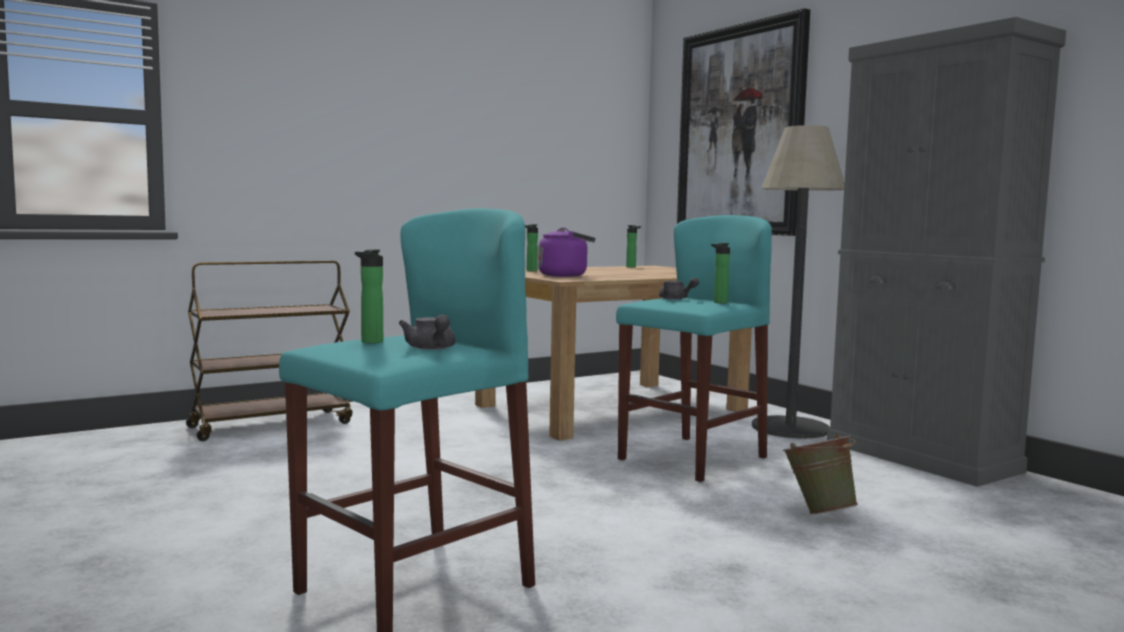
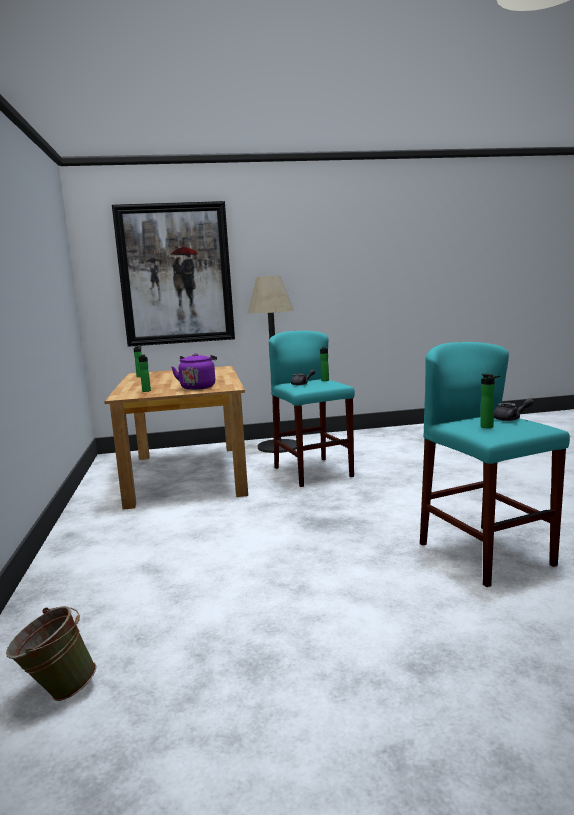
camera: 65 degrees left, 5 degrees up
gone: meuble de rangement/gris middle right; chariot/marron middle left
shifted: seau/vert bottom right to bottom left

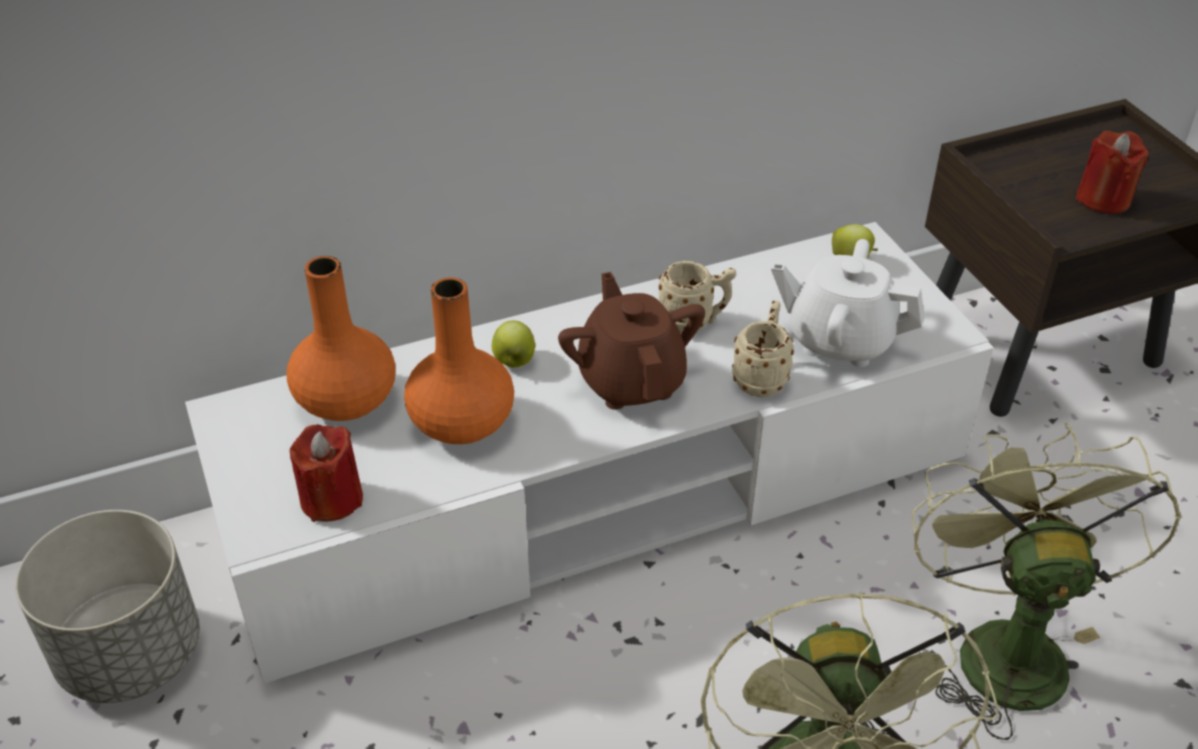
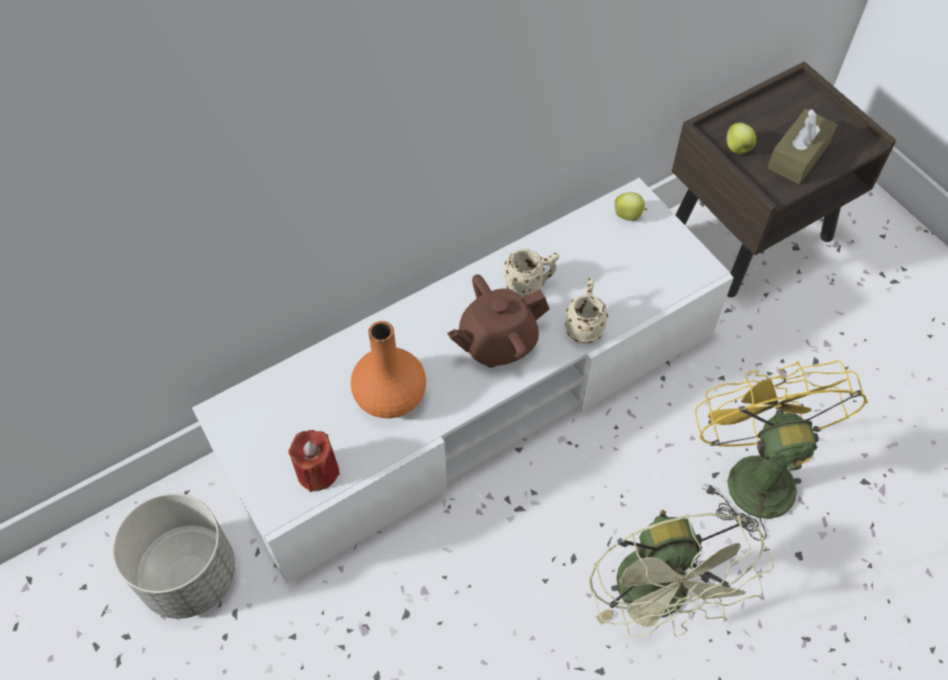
camera: 10 degrees left, 15 degrees up
gone: théière/blanc middle right; vase/orange (no. 1 from left) middle left
shifted: pomme (no. 1 from left in the first image) centre to pomme (no. 2 from left) top right
swapped: bougie/rouge (no. 2 from left) top right to boîte à mouchoirs/marron top right
repainted: ventilateur/vert (no. 2 from left) bottom right to ventilateur/jaune middle right
rotated: théière/marron centre = centre 90 degrees counterclockwise

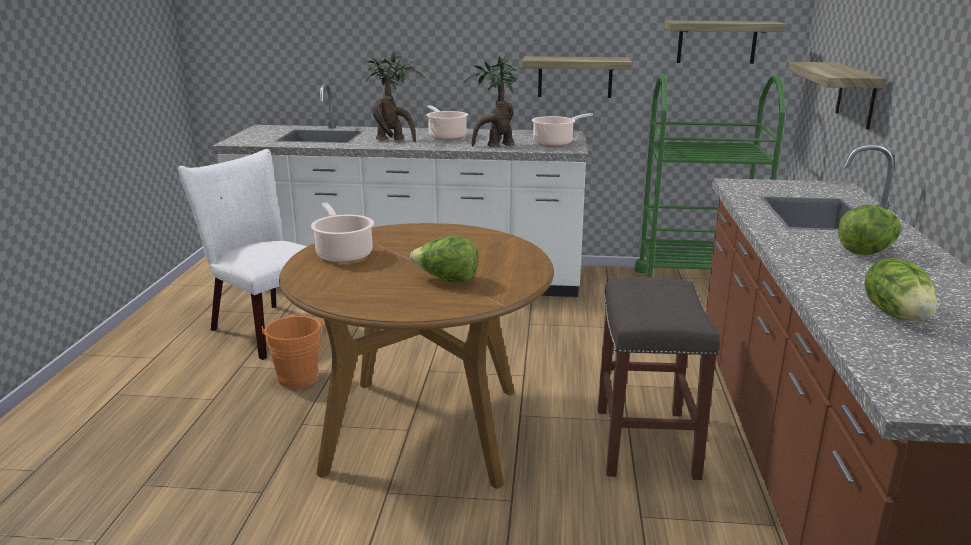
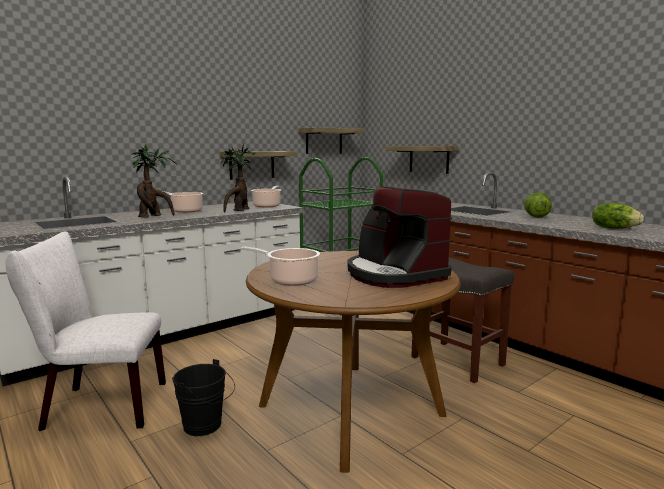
camera: 45 degrees left, 10 degrees down
swapped: laitue (no. 1 from left) centre to machine à café centre
repainted: seau/orange middle left to seau/noir bottom left

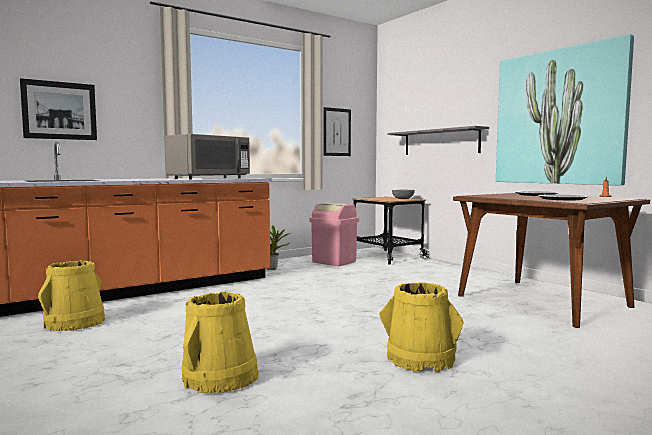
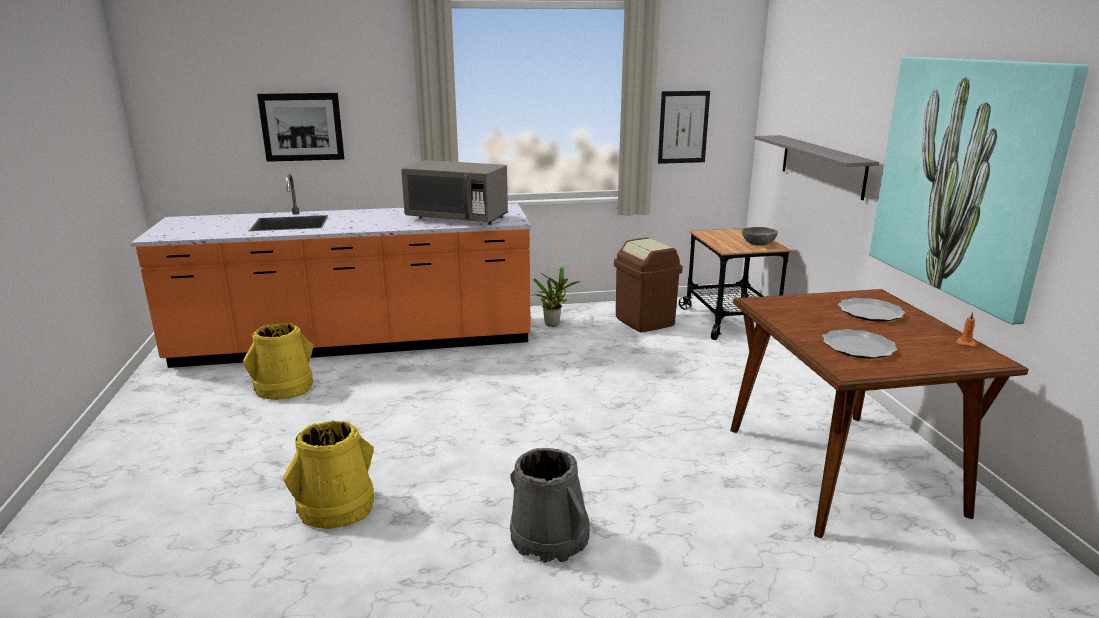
camera: 25 degrees right, 15 degrees up
repainted: poubelle/rose centre to poubelle/marron centre; seau/jaune (no. 3 from left) bottom centre to seau/gris bottom centre
rotated: micro-ondes/gris middle left = top centre 45 degrees clockwise

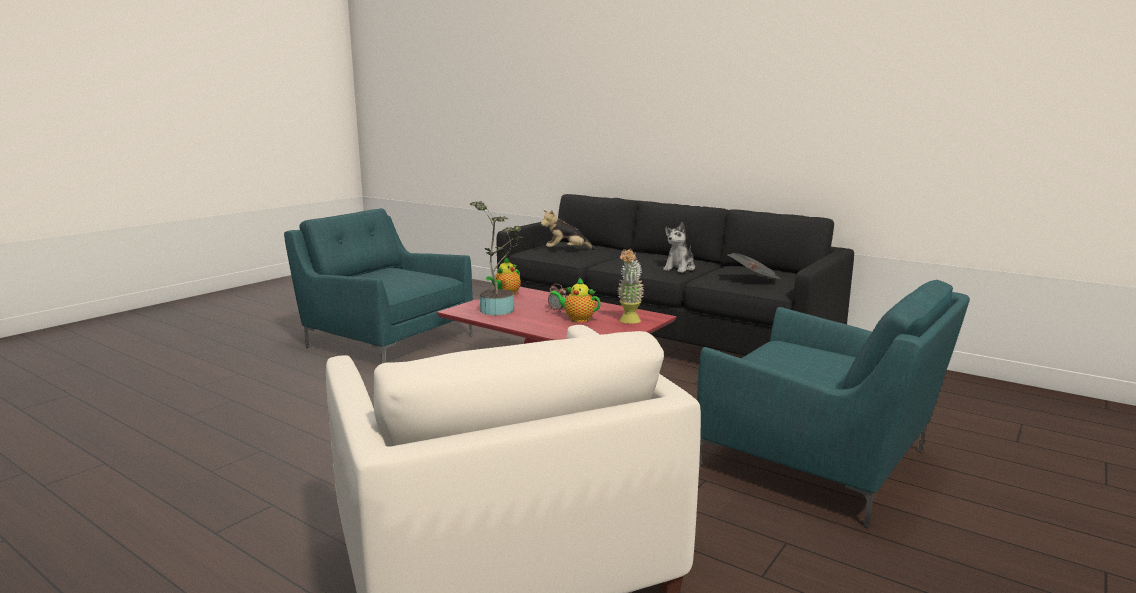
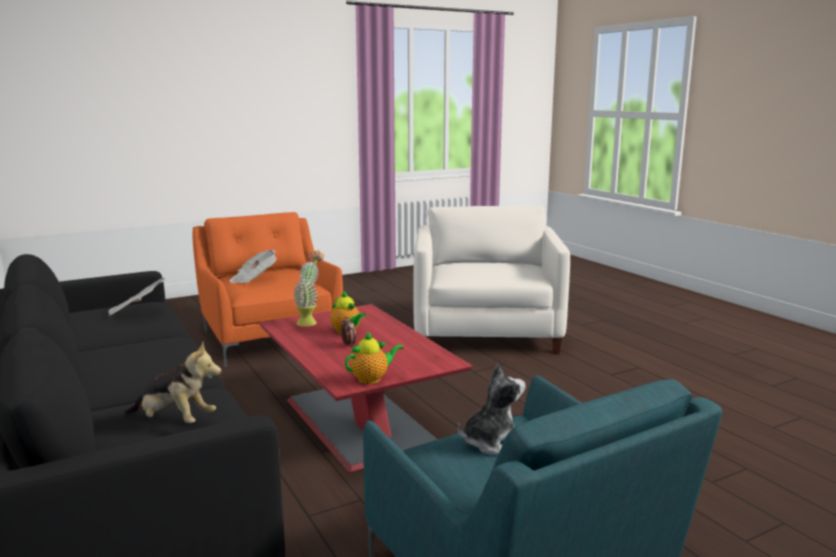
camera: 155 degrees left, 0 degrees up
gone: plante en pot (no. 1 from left) centre
new: journal (no. 2 from left) middle left
shifted: peluche (no. 2 from left) centre to bottom centre
repainted: fauteuil/turquoise (no. 2 from left) bottom right to fauteuil/orange middle left

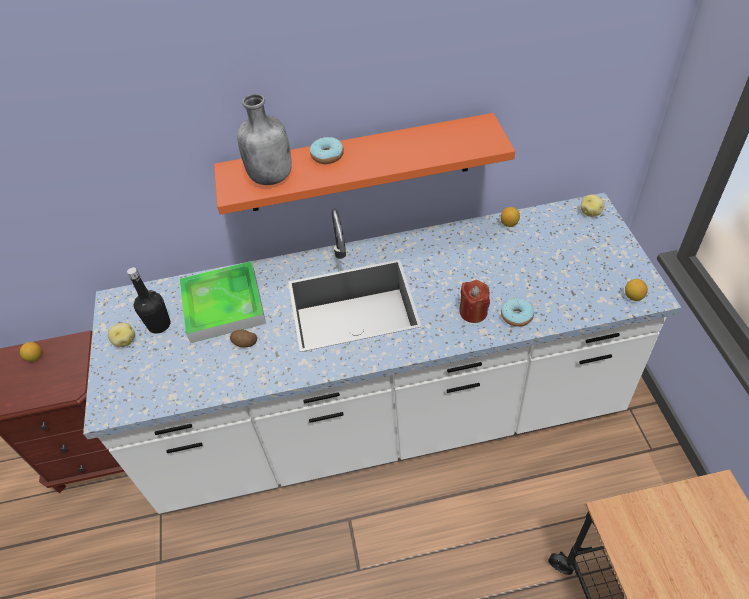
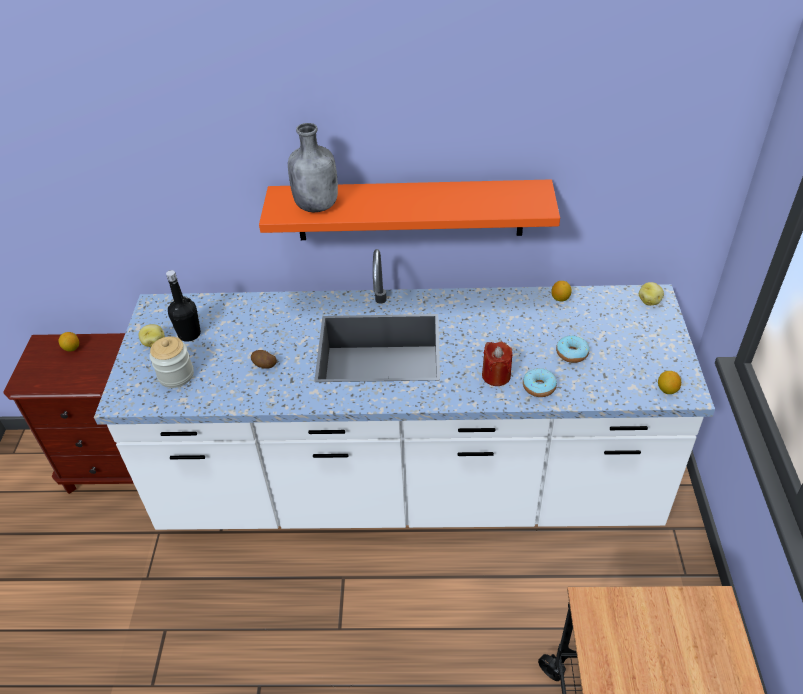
camera: 10 degrees right, 5 degrees down
gone: plateau middle left
new: bocal middle left
shifted: beignet (no. 1 from left in the first image) top centre to beignet (no. 2 from left) middle right

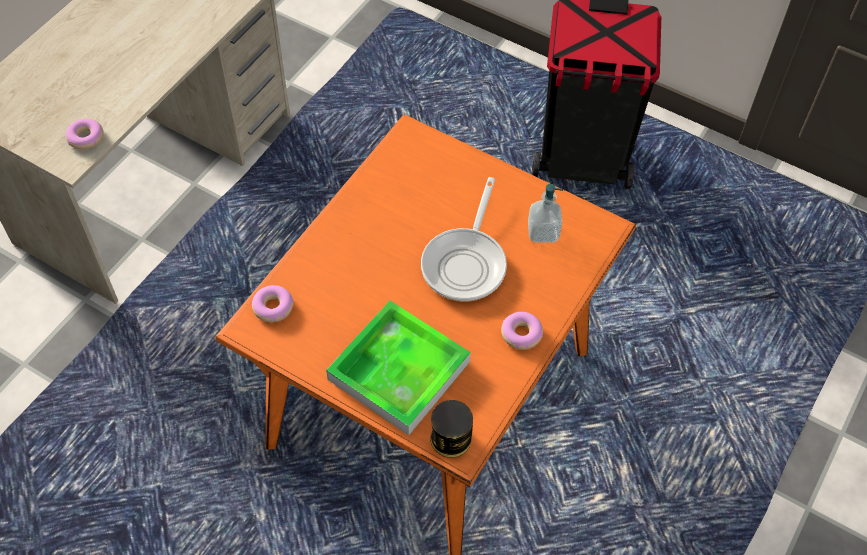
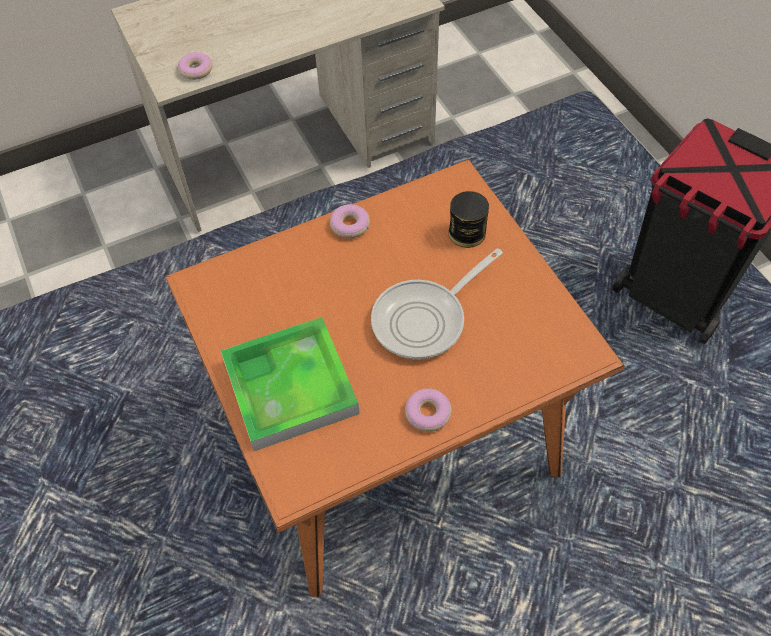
camera: 35 degrees right, 0 degrees up
gone: distributeur de savon centre
shifted: beignet (no. 2 from left) middle left to centre; boîte métallique bottom centre to centre

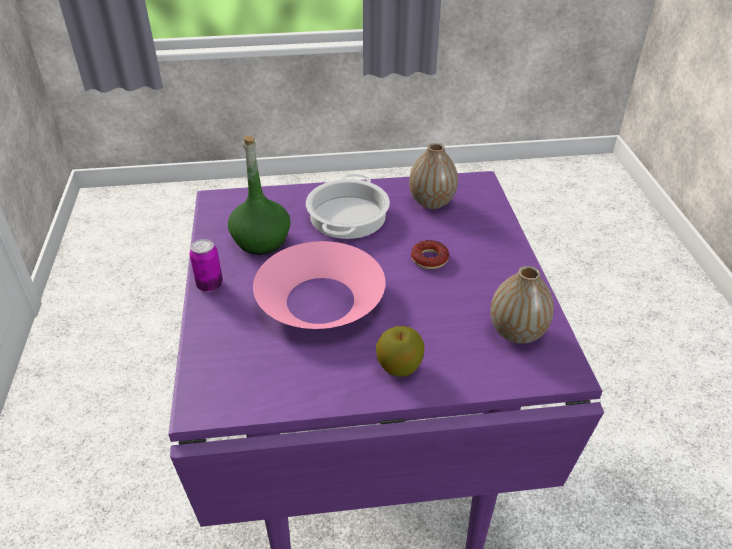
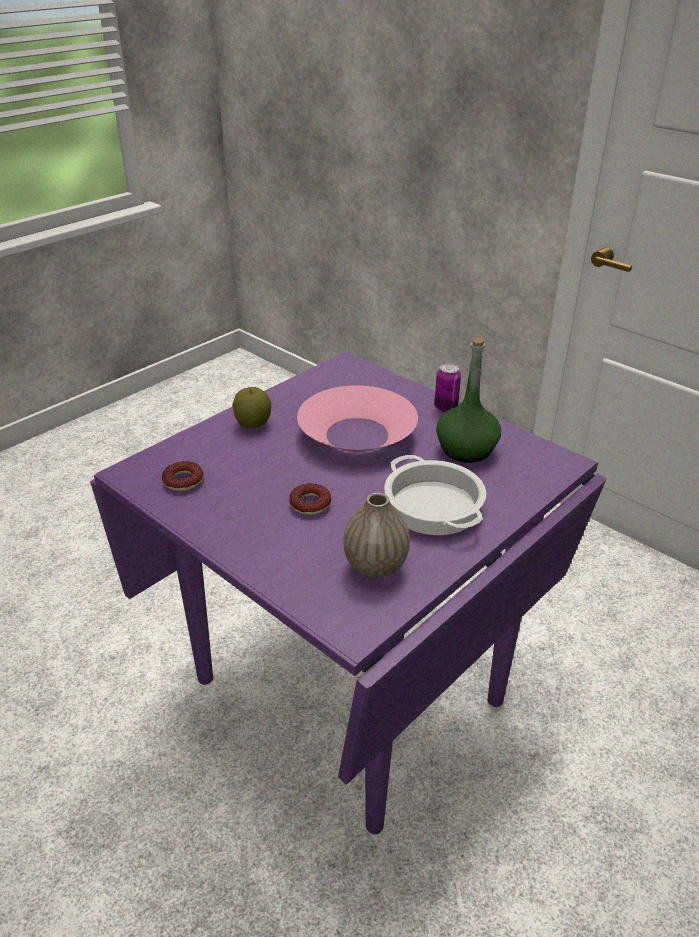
camera: 140 degrees right, 5 degrees down
swapped: vase (no. 2 from left) middle right to beignet (no. 1 from left) middle left

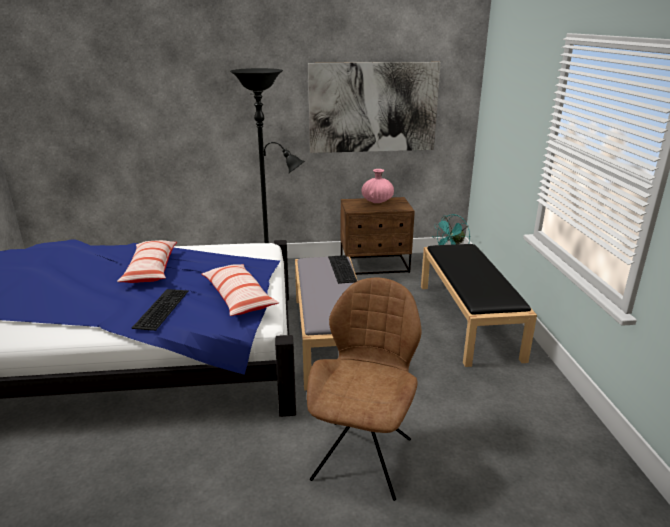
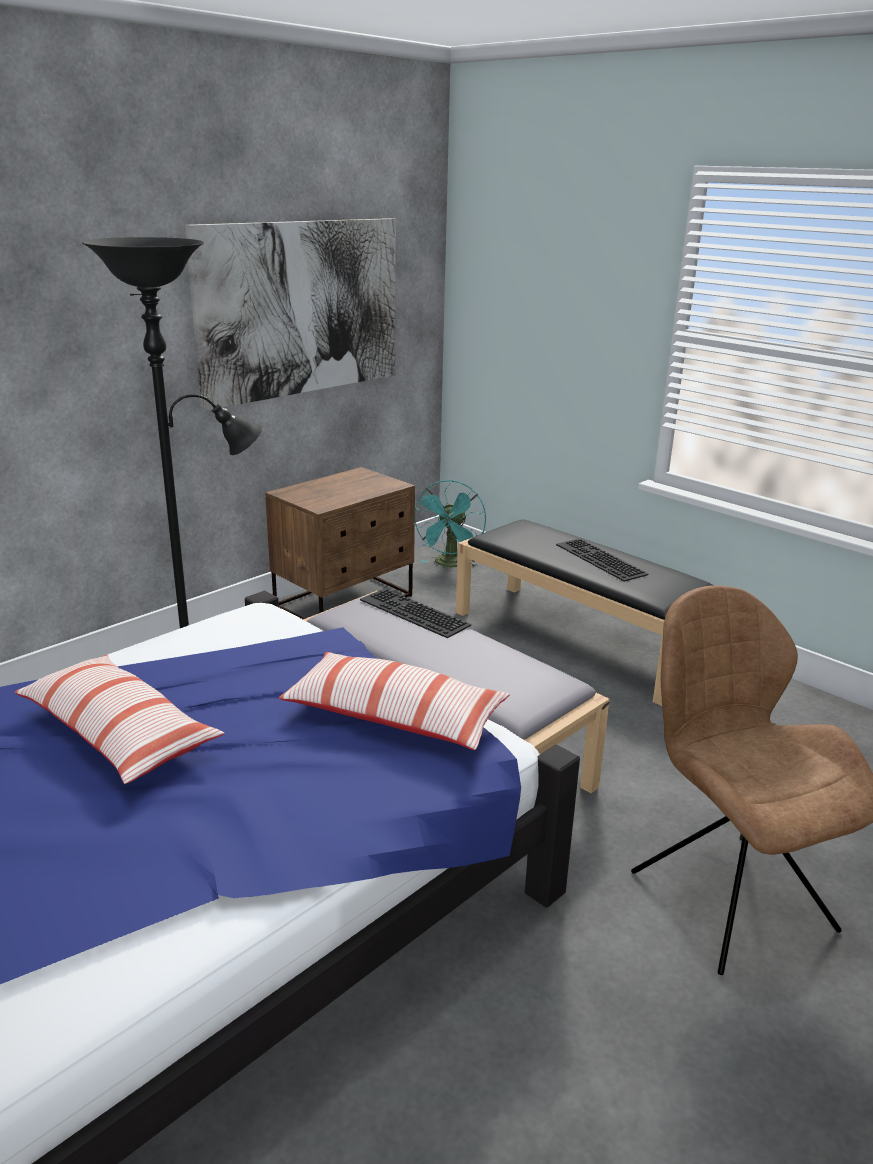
camera: 40 degrees left, 0 degrees up
gone: vase/rose centre
shifted: clavier (no. 1 from left in the first image) middle left to clavier (no. 2 from left) middle right

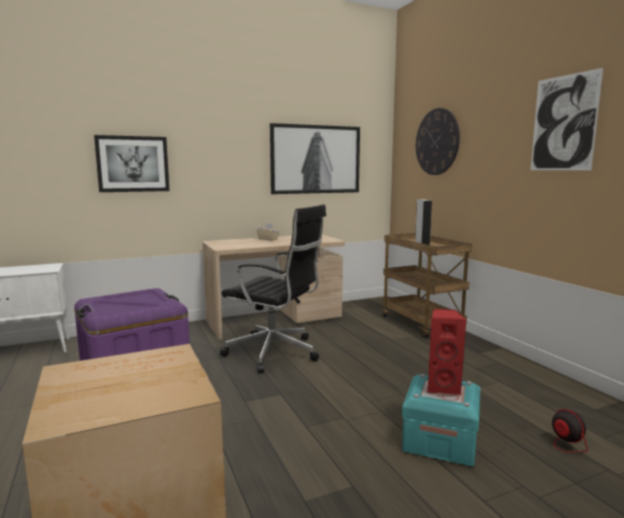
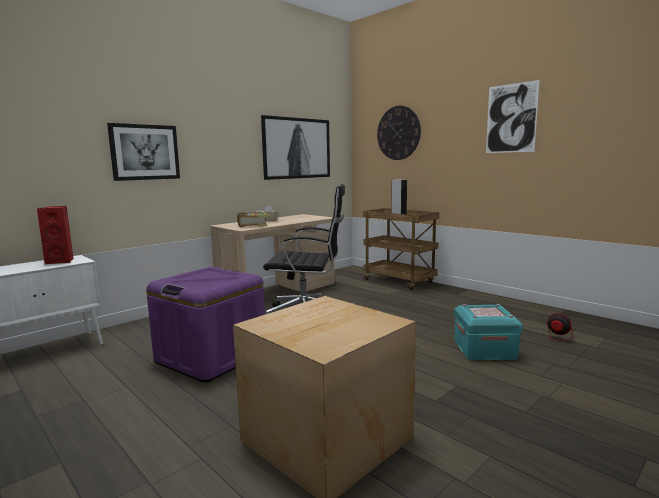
camera: 20 degrees left, 0 degrees up
new: livre centre
shifted: enceinte/rouge bottom right to middle left

